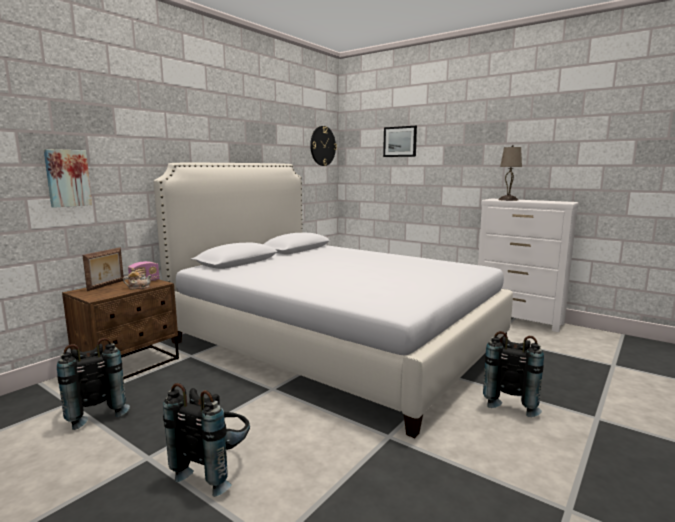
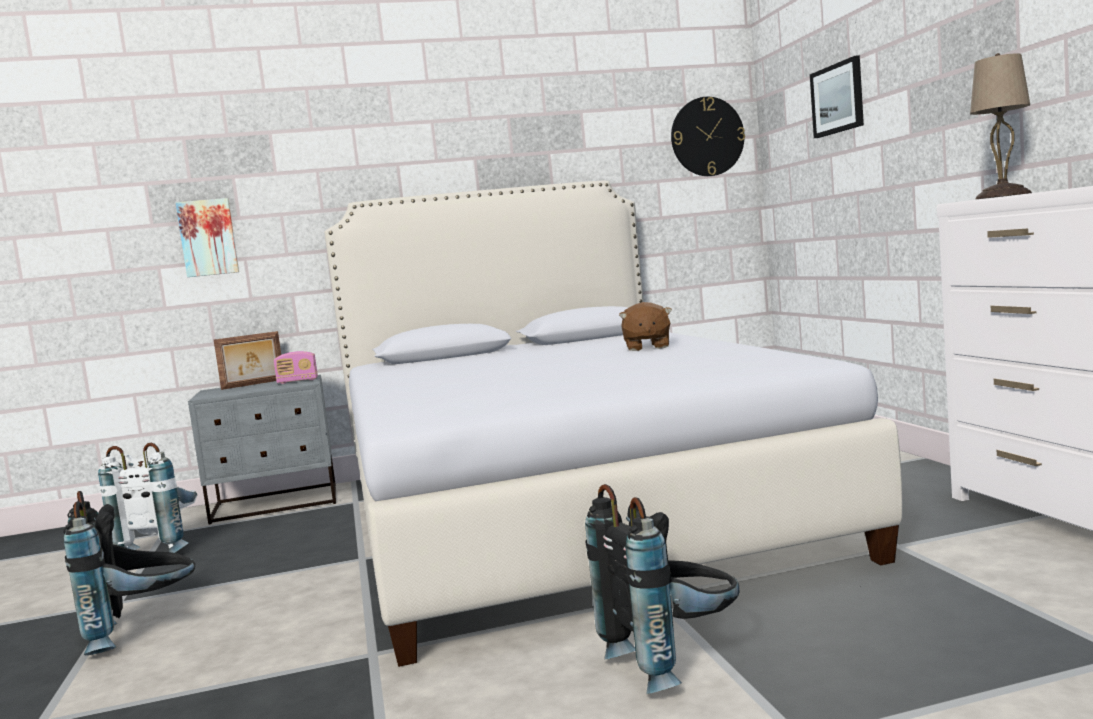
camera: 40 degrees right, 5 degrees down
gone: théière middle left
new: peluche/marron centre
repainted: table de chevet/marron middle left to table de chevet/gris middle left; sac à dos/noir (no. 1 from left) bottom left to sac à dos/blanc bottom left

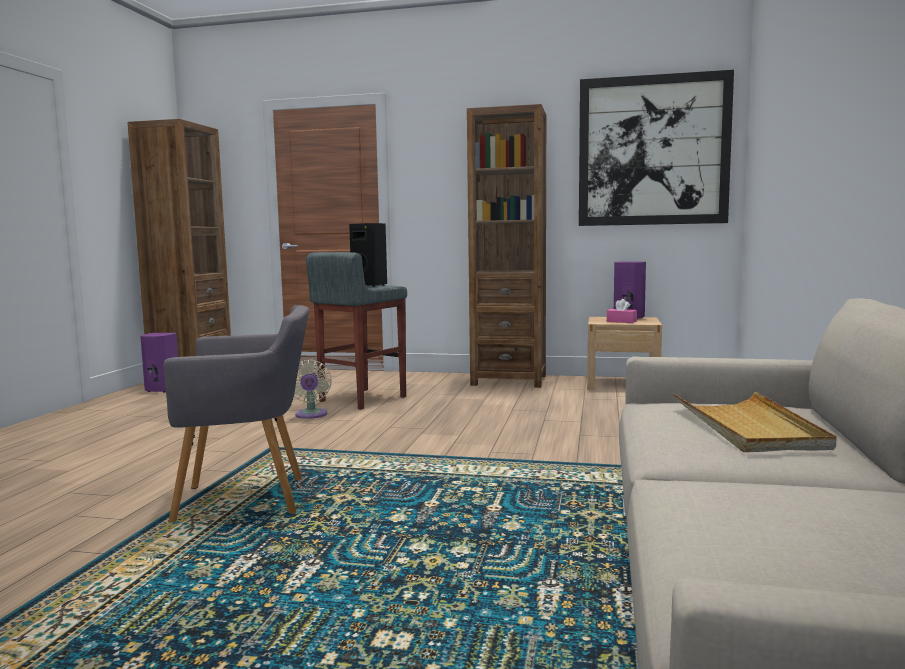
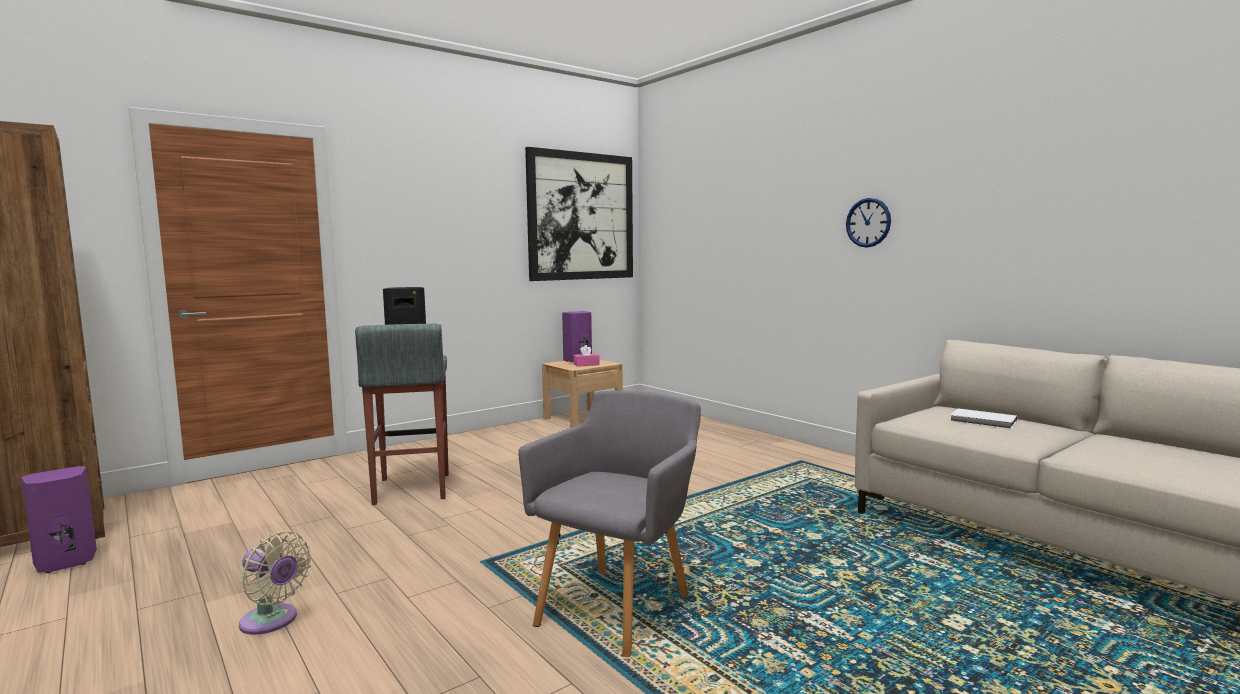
camera: 50 degrees left, 0 degrees up
gone: bibliothèque/marron (no. 2 from left) centre
new: horloge murale top right
shifted: ventilateur/beige centre to bottom left
swapped: plateau/beige middle right to livre/blanc middle right

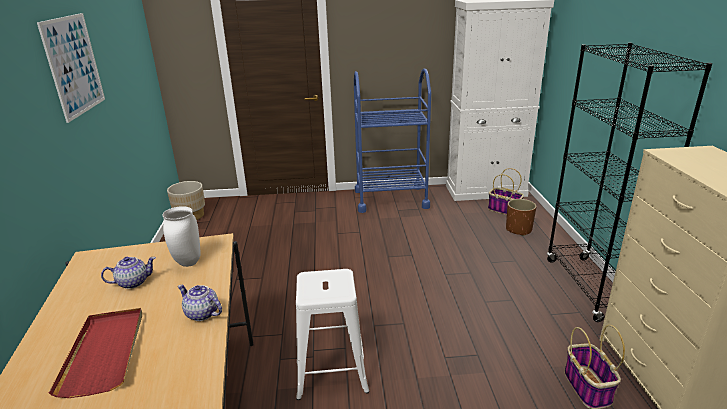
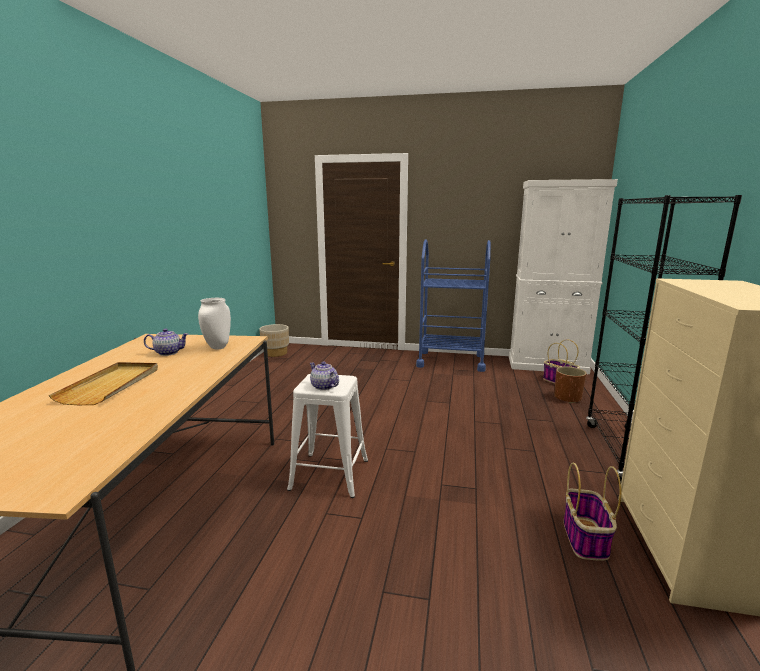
camera: 15 degrees right, 10 degrees down
gone: tableau top left
shifted: théière (no. 2 from left) bottom left to centre
repainted: plateau/rouge bottom left to plateau/beige middle left

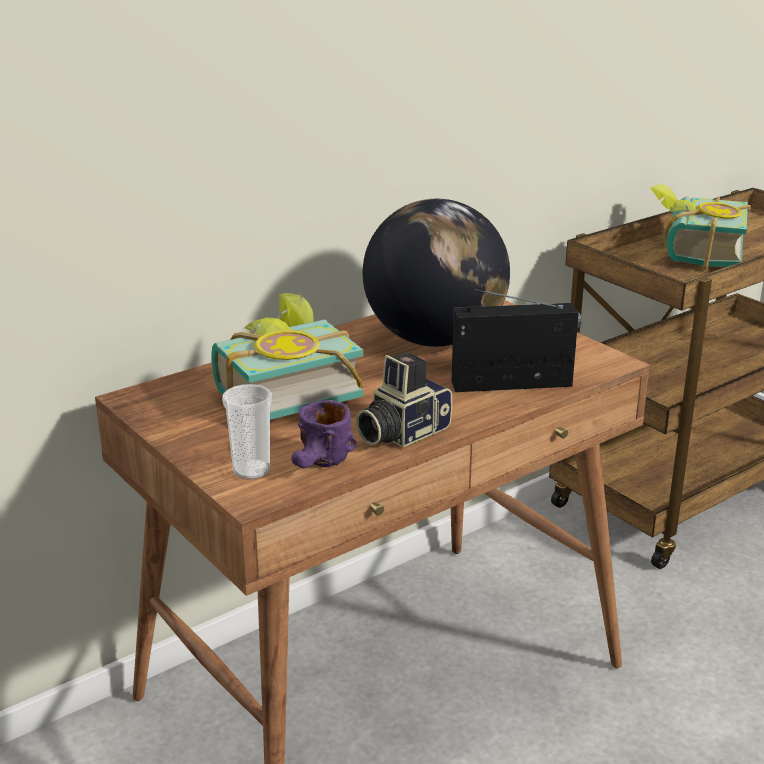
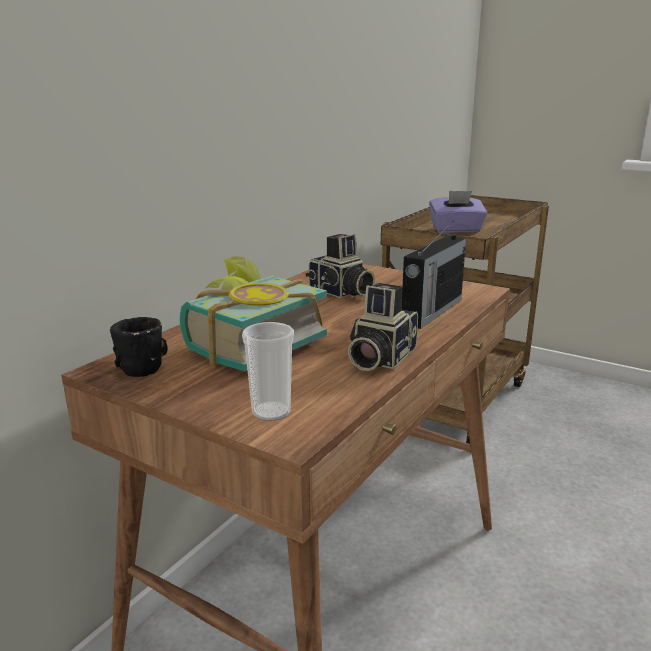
camera: 20 degrees left, 5 degrees down
gone: mug/violet centre
new: mug/noir middle left
swapped: livre (no. 2 from left) top right to boîte à mouchoirs/violet top right; globe centre to appareil photo (no. 1 from left) centre
rotated: radio middle right = middle right 150 degrees clockwise

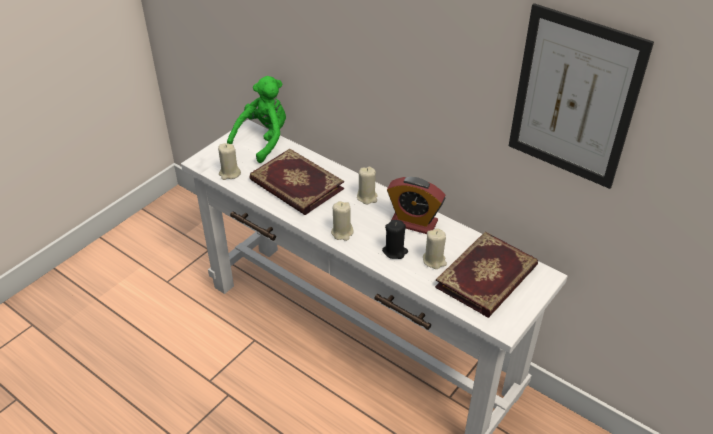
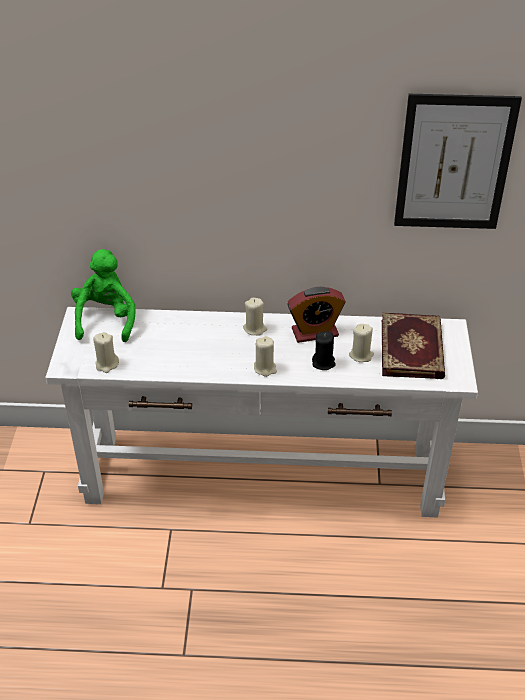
camera: 35 degrees left, 0 degrees up
gone: livre (no. 1 from left) centre

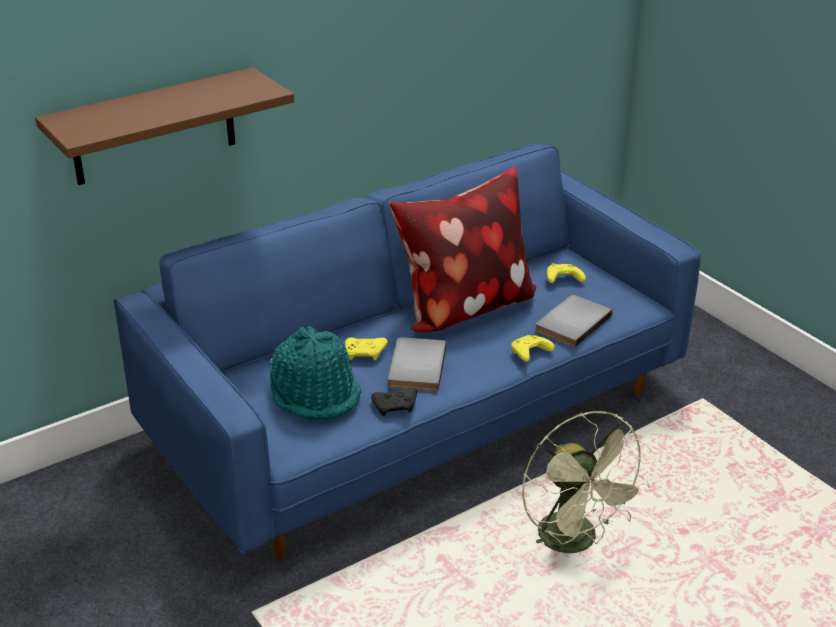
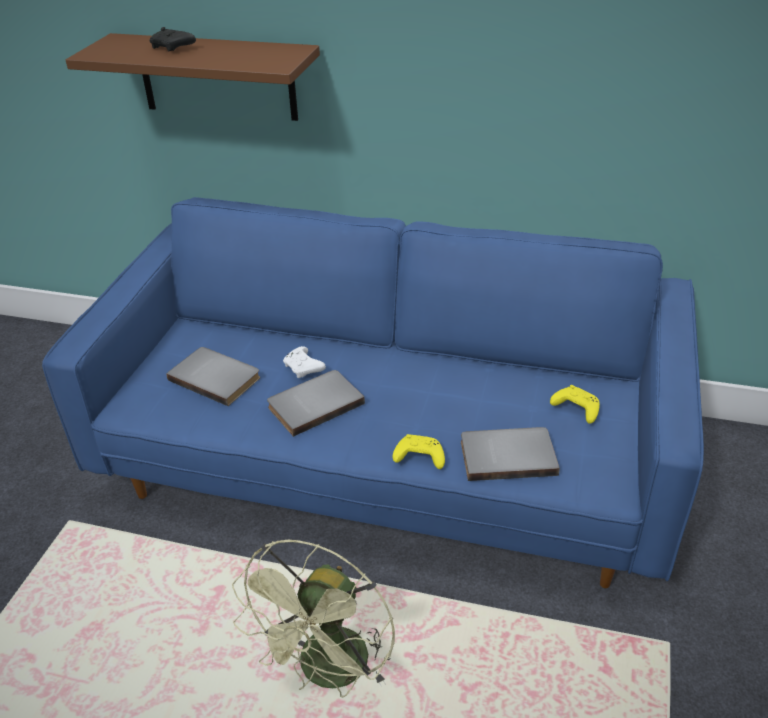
camera: 50 degrees right, 5 degrees up
gone: coussin centre
shifted: manette/noir centre to top left
swapped: chapeau/turquoise centre to livre/gris (no. 1 from left) middle left
repainted: manette/jaune (no. 1 from left) centre to manette/blanc centre

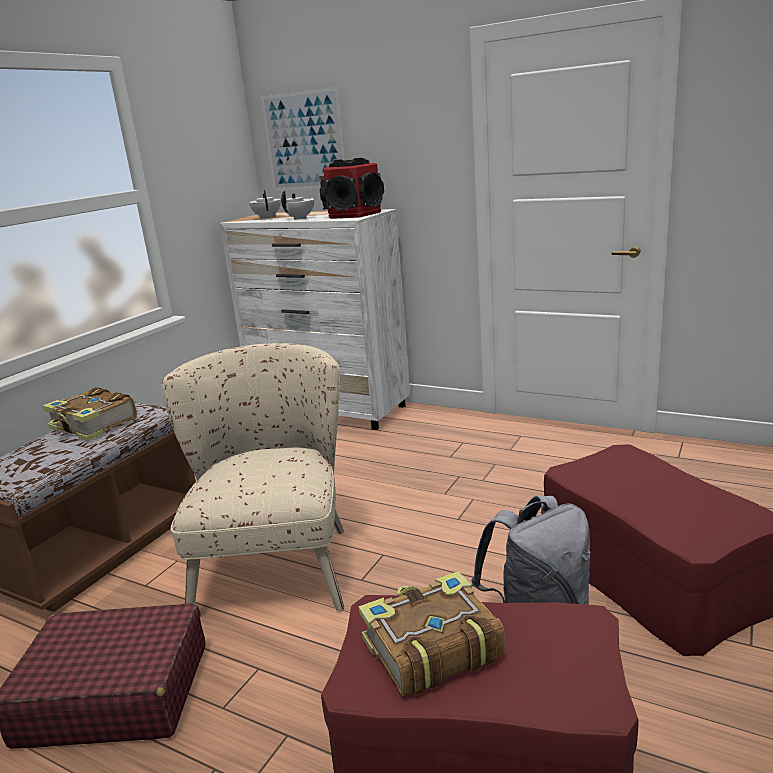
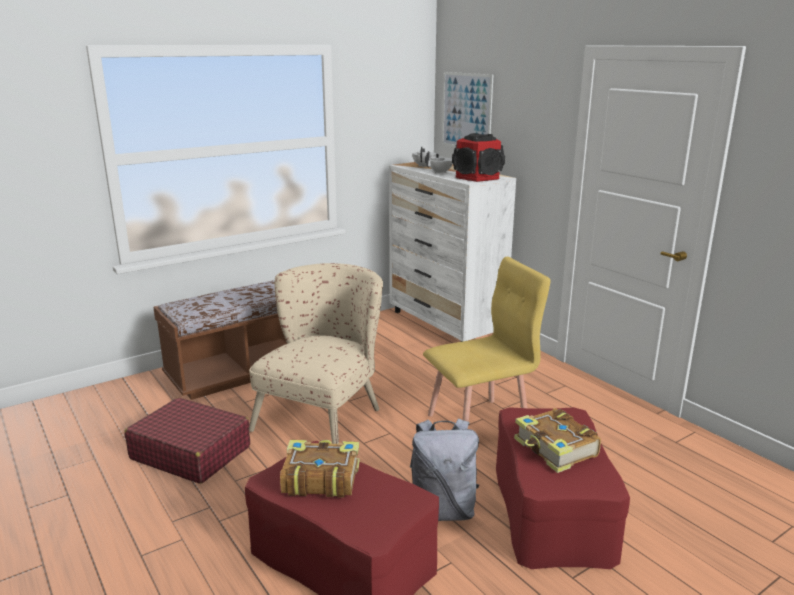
camera: 25 degrees right, 0 degrees up
new: chaise/jaune centre
shifted: livre (no. 1 from left in the first image) middle left to livre (no. 2 from left) bottom right

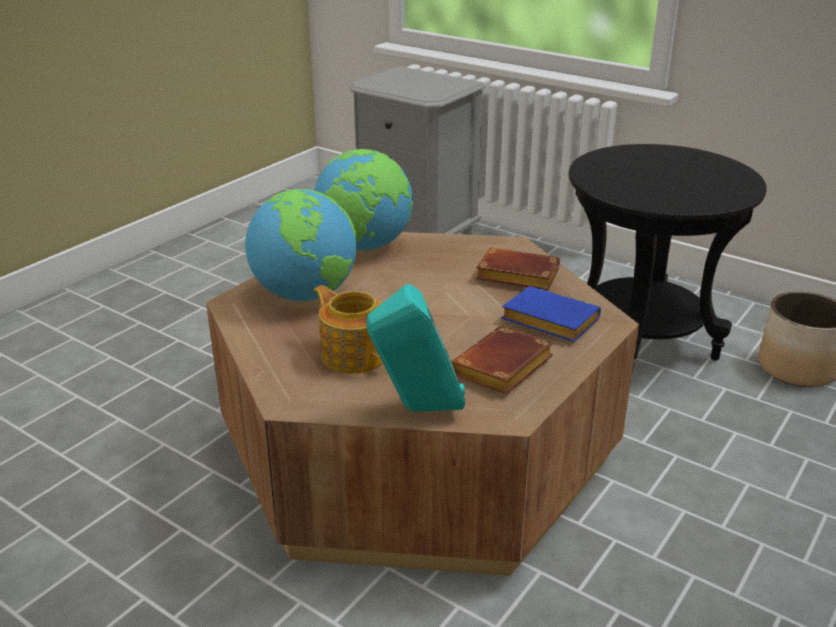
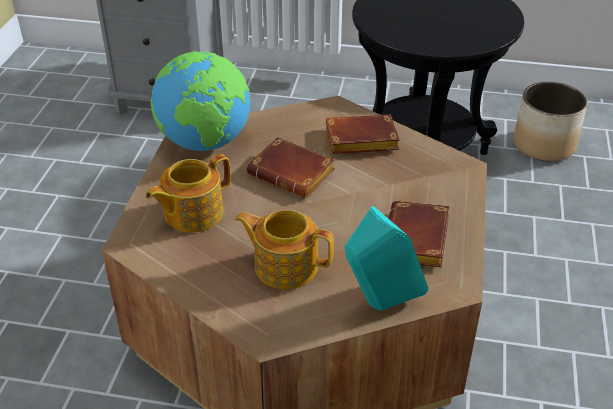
camera: 25 degrees left, 10 degrees up
gone: livre/bleu centre
new: livre/marron (no. 1 from left) centre
swapped: globe (no. 1 from left) centre to théière (no. 1 from left) middle left

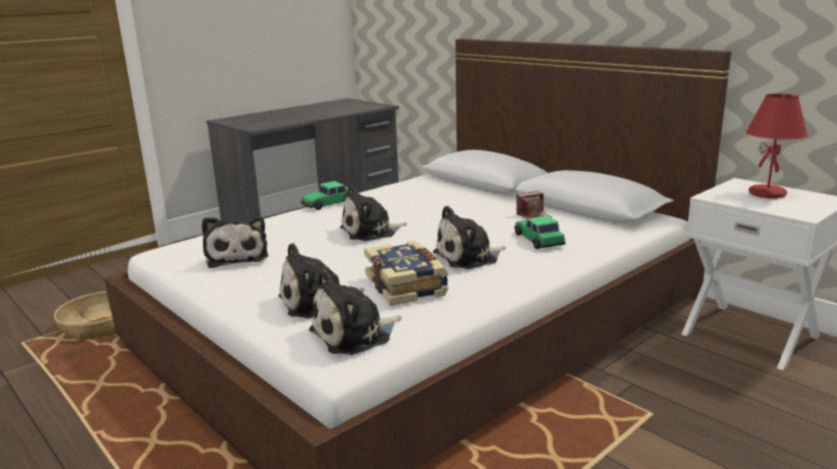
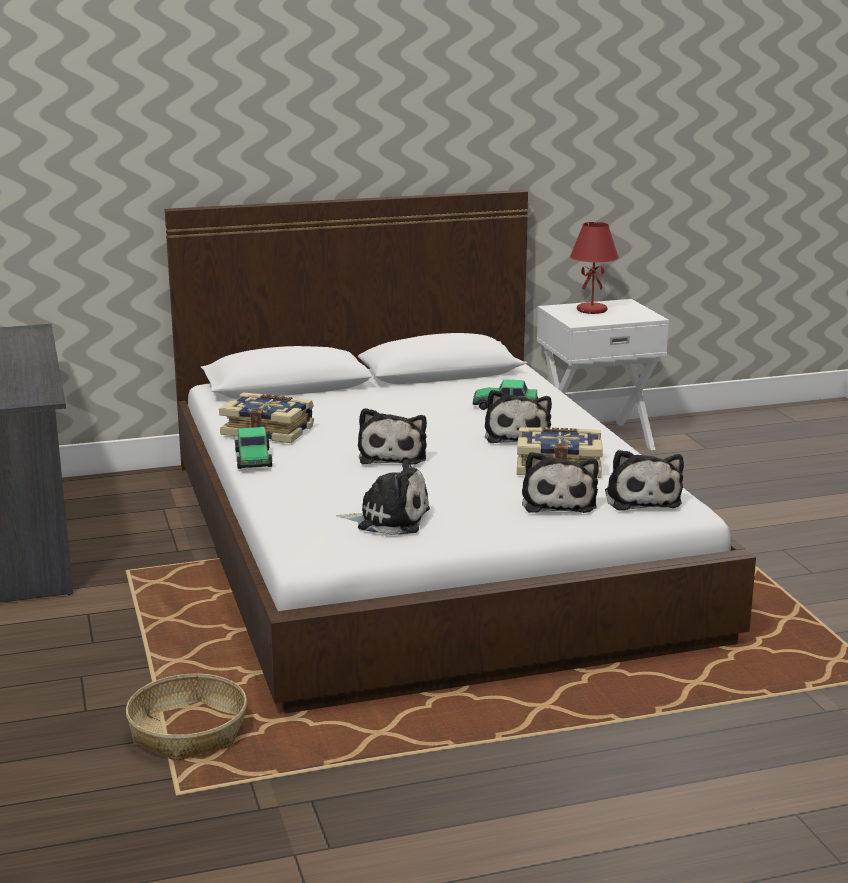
camera: 65 degrees left, 0 degrees up
gone: appareil photo centre
new: livre (no. 1 from left) middle left

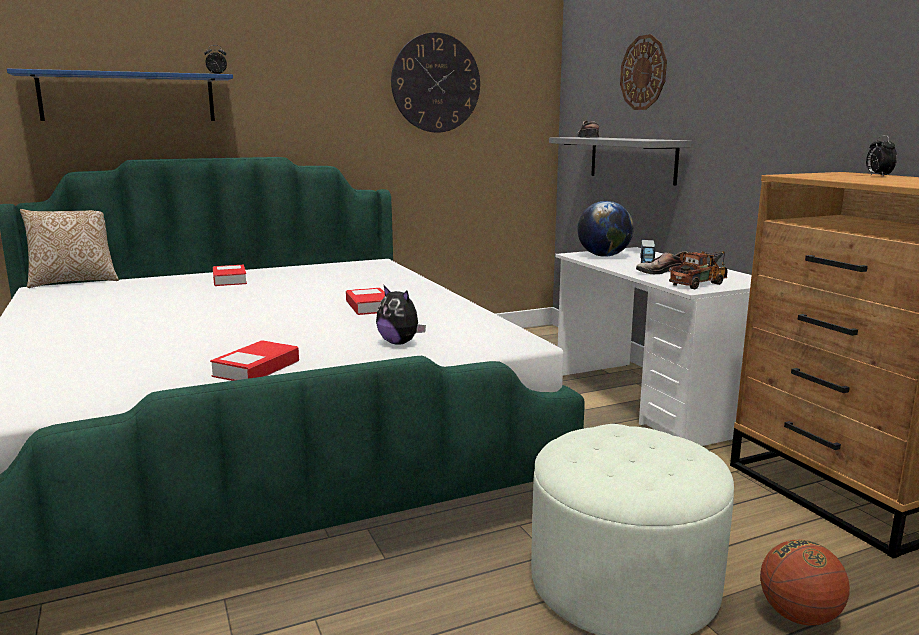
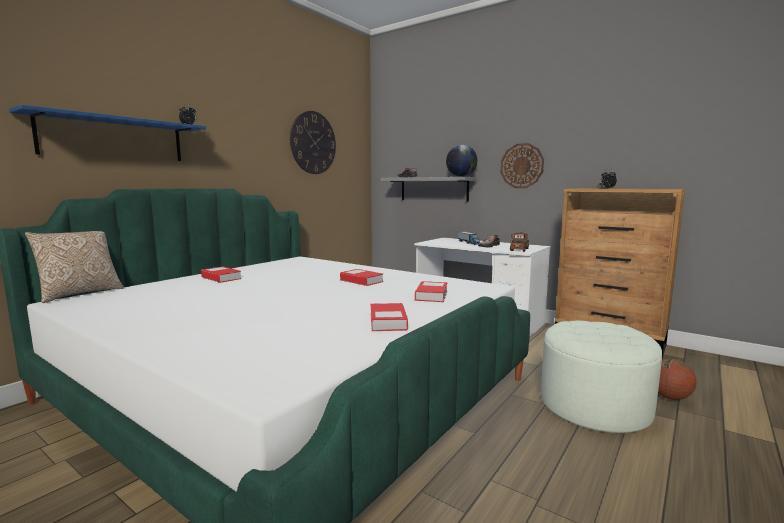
camera: 30 degrees left, 5 degrees down
shifted: horloge murale (no. 2 from left) top right to top centre; globe centre to top centre
swapped: peluche centre to livre (no. 4 from left) centre

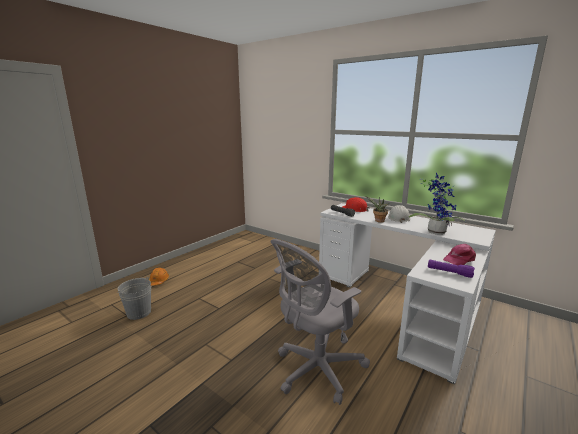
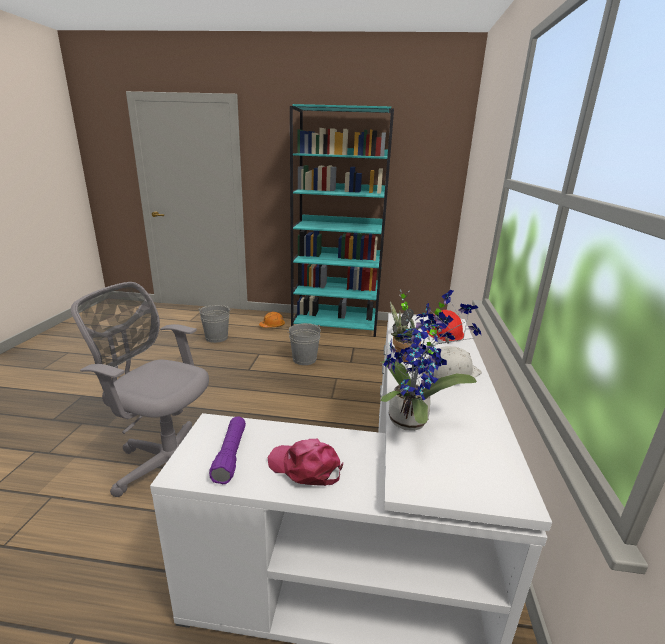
camera: 60 degrees right, 5 degrees up
new: bibliothèque/turquoise centre; seau/gris (no. 2 from left) centre

